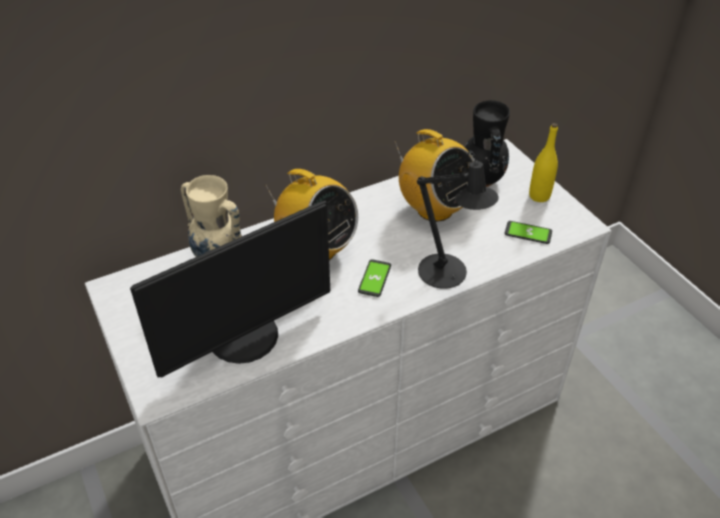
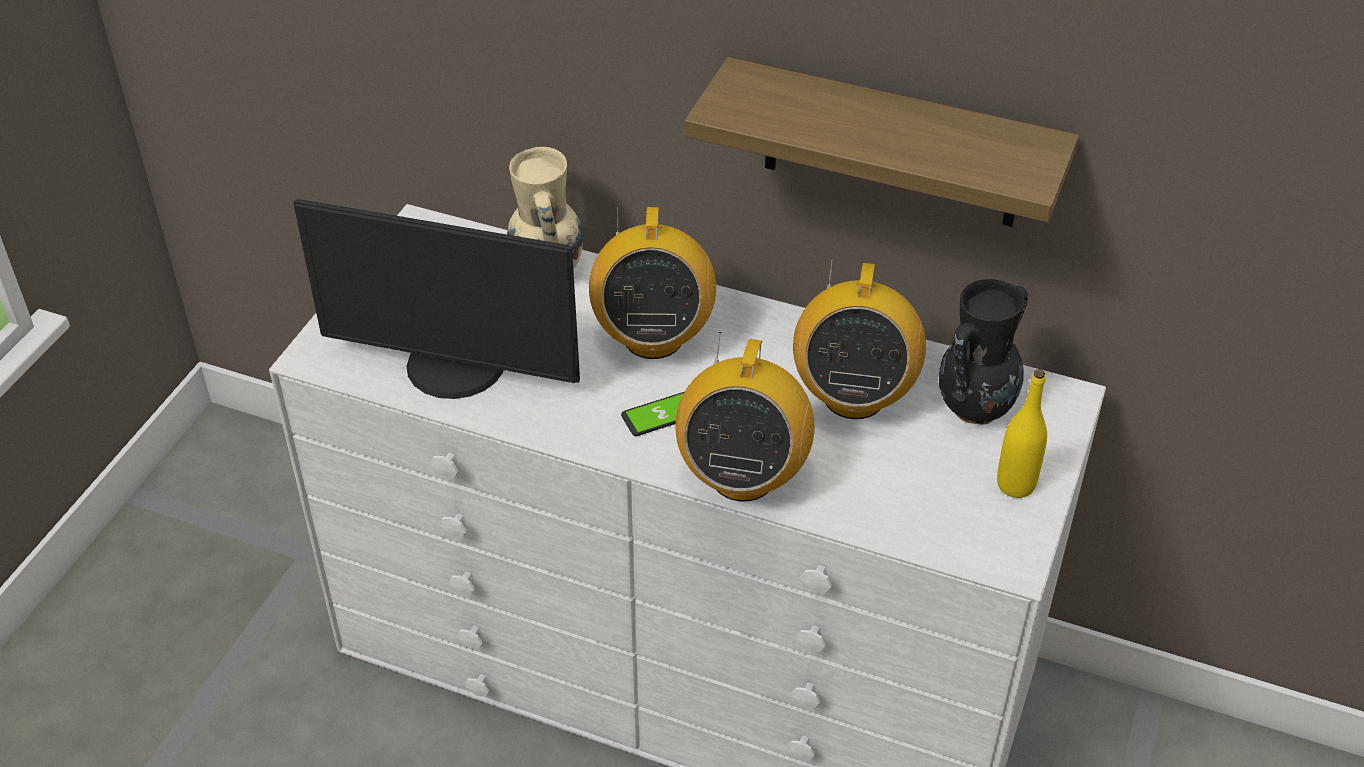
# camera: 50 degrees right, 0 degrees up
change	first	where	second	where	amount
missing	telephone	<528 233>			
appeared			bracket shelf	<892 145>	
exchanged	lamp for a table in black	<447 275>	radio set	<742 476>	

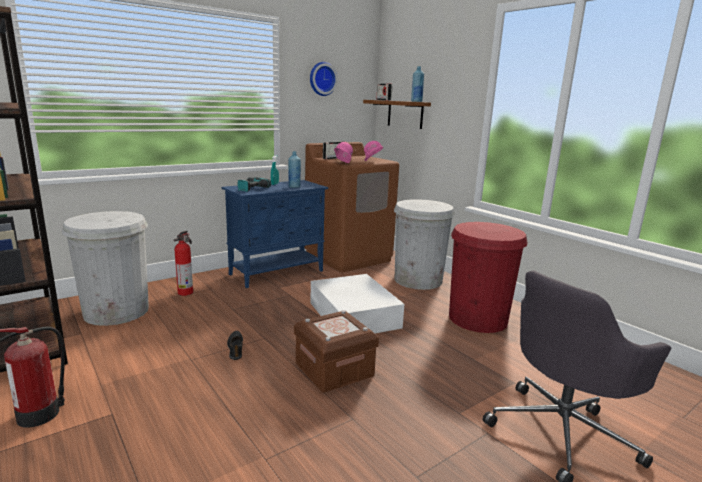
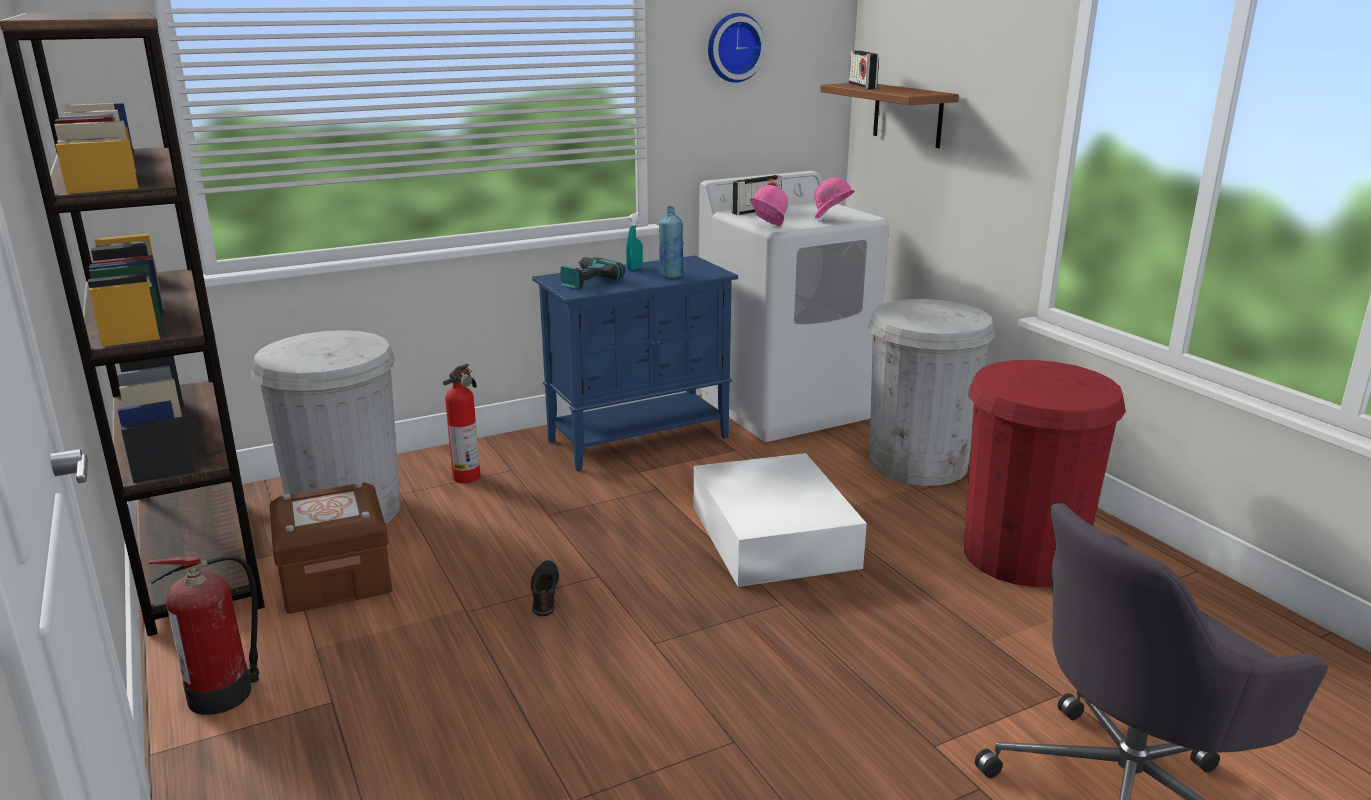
# camera: 10 degrees right, 5 degrees up
change	first	where	second	where	amount
missing	beverage bottle in blue	<416 101>			
relocated	storage container in brownish	<334 369>		<336 579>	
colour	laundry machine in brownish	<348 257>	laundry machine in white	<785 407>	

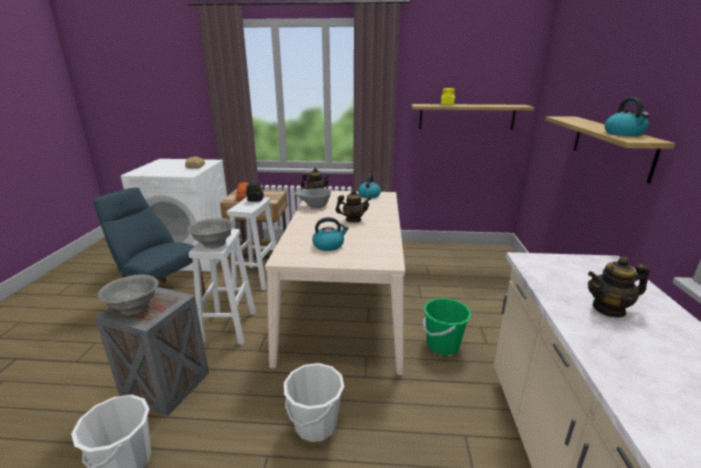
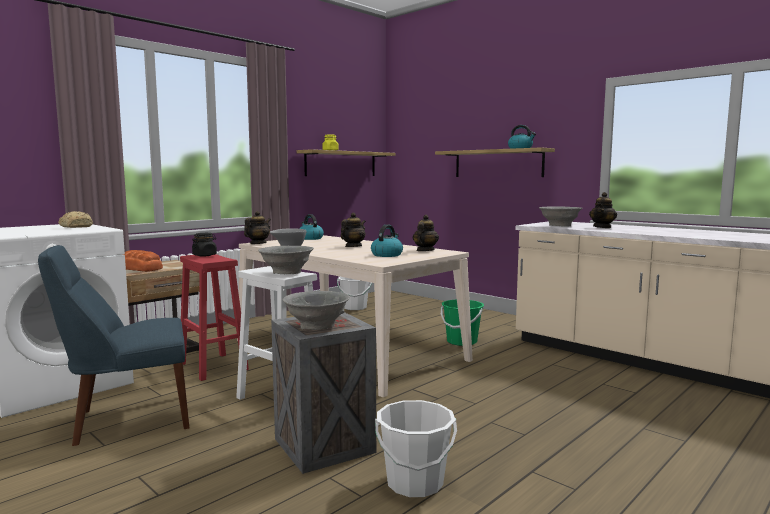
# camera: 50 degrees left, 15 degrees down
change	first	where	second	where	amount
appeared			teapot	<425 250>	
appeared			bowl in grey	<559 226>	
relocated	pail in white	<315 424>		<354 307>	
colour	stool in white	<257 277>	stool in reddish	<212 366>	

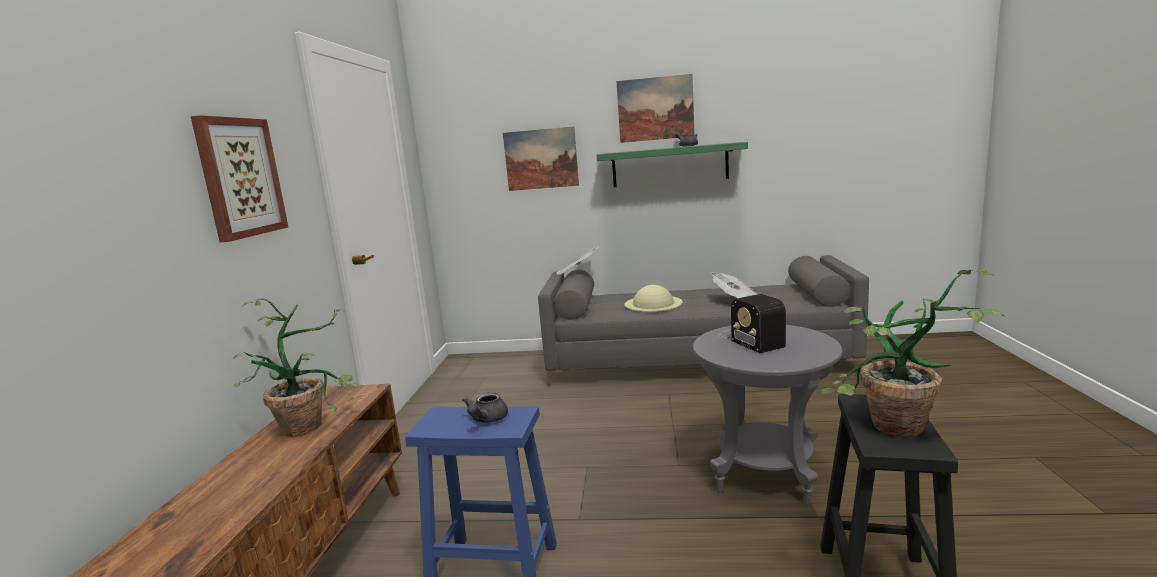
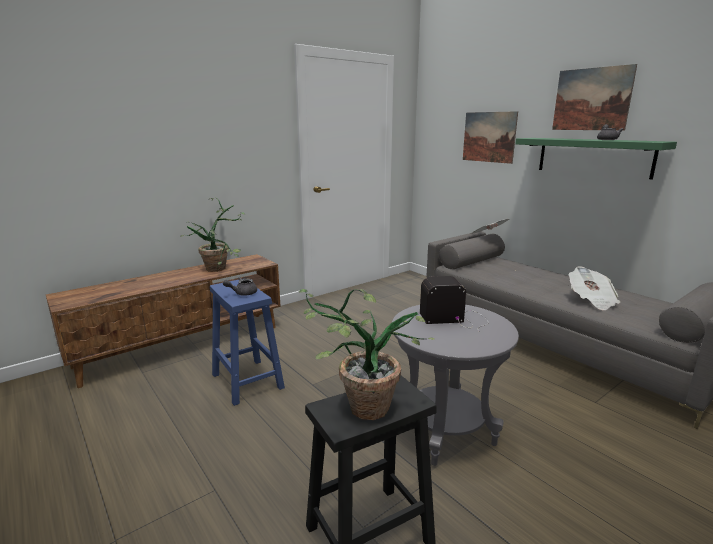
# camera: 45 degrees right, 5 degrees up
change	first	where	second	where	amount
missing	picture	<240 177>			
missing	hat in sand-coloured	<653 303>			
spun	radio set	<750 338>		<456 318>	60 degrees clockwise

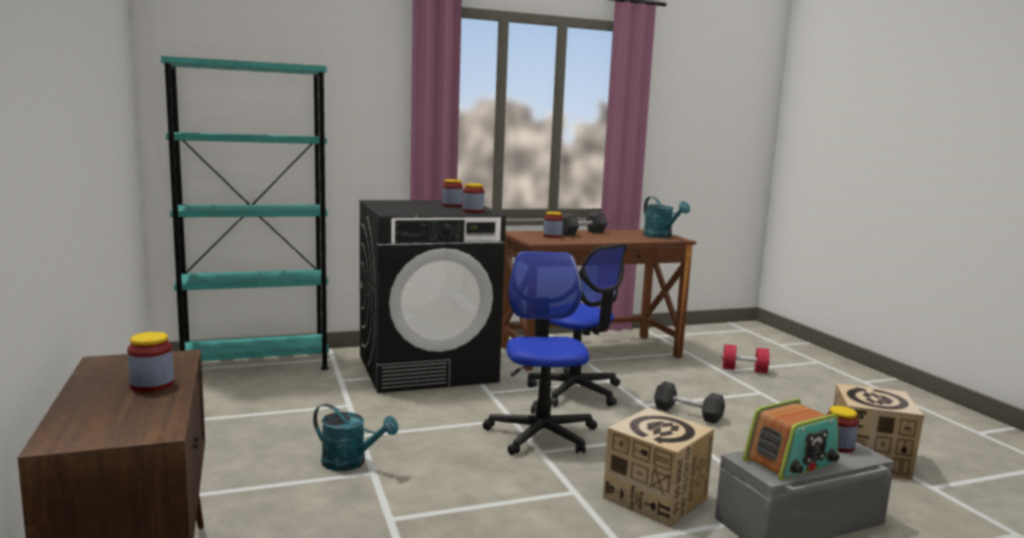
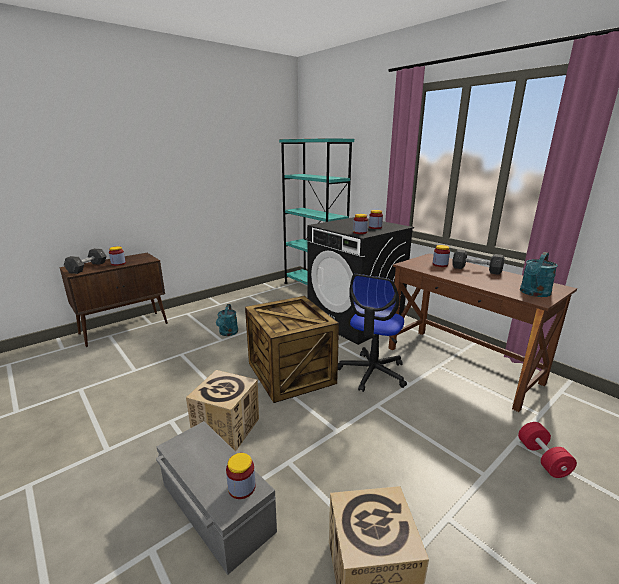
# camera: 70 degrees right, 10 degrees up
change	first	where	second	where	amount
missing	radio set	<791 462>			
relocated	dumbbell in grey	<687 413>		<87 267>	
exchanged	office chair	<541 434>	packing crate	<292 373>	

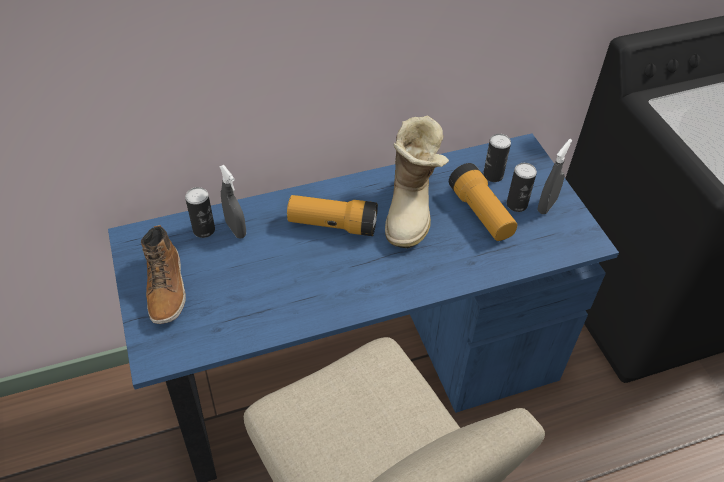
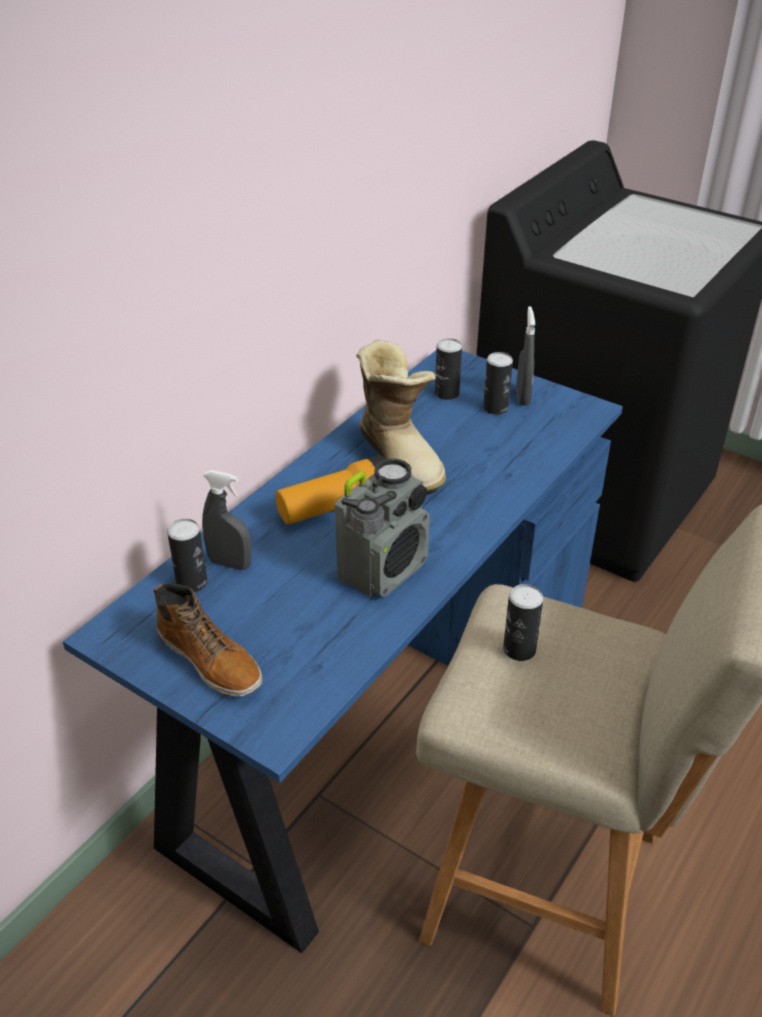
# camera: 35 degrees left, 10 degrees down
change	first	where	second	where	amount
missing	torch	<481 213>			
appeared			radio set	<384 570>	
appeared			metal can	<519 649>	

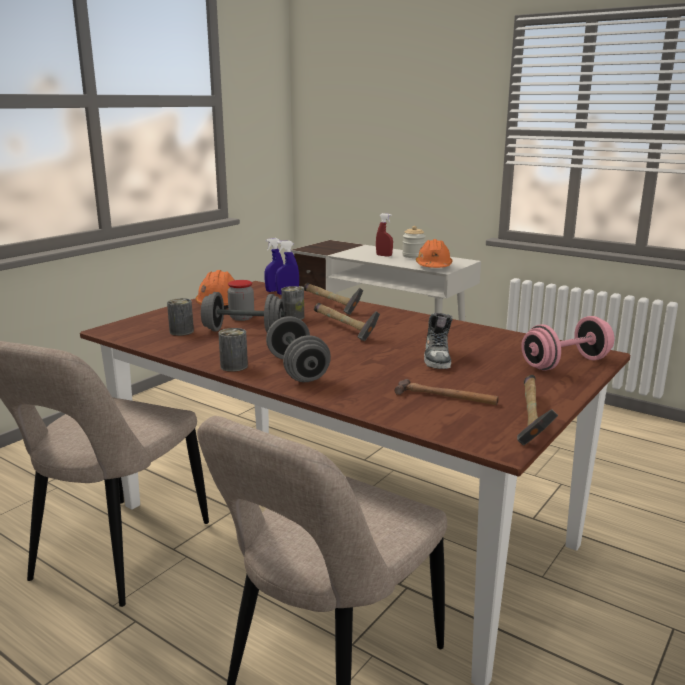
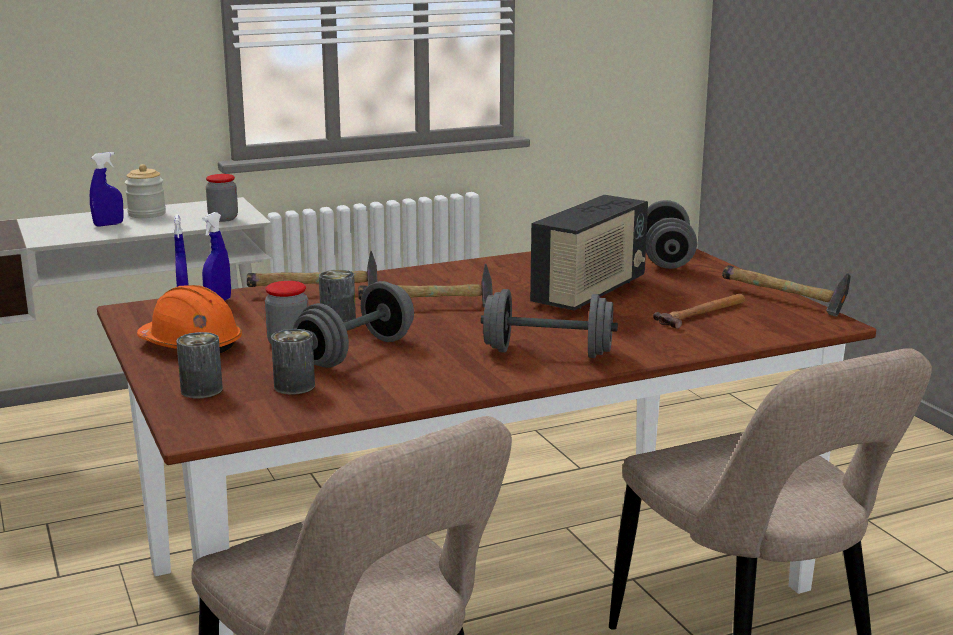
# camera: 60 degrees left, 0 degrees up
change	first	where	second	where	amount
relocated	metal can	<234 366>		<201 390>	
exchanged	work helmet in orangey	<433 266>	jar	<223 218>	
exchanged	shoe	<437 358>	radio set	<590 292>	
colour	sprayer in reddish	<384 255>	sprayer in blue	<108 224>	
colour	dumbbell in pinkish	<565 363>	dumbbell in grey	<666 257>	

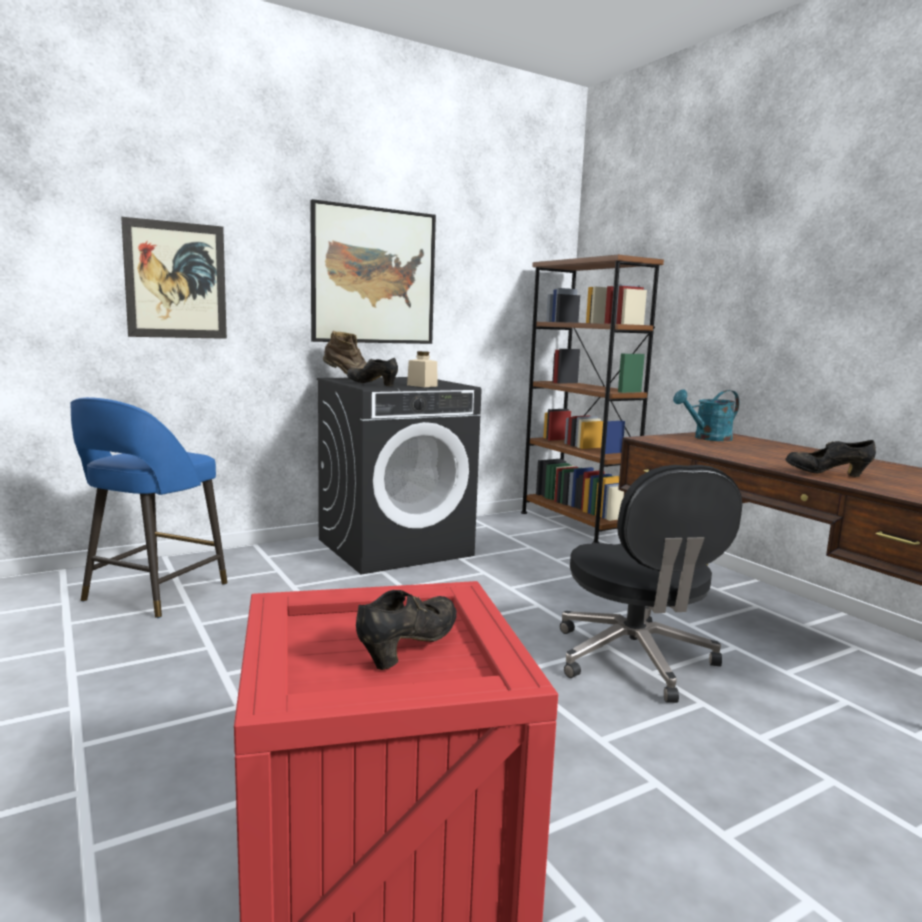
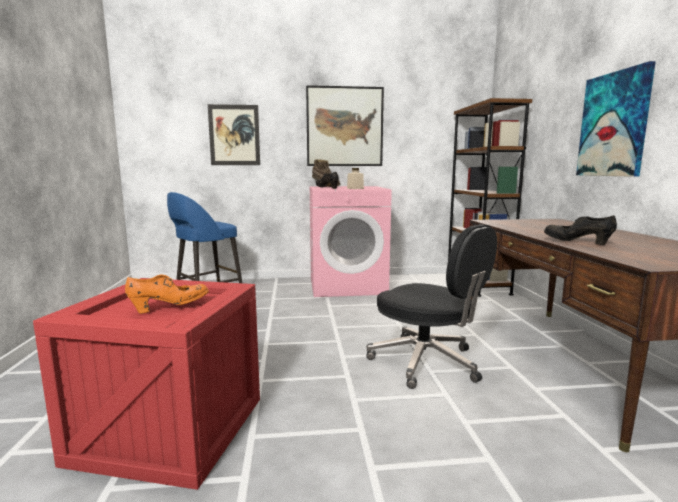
# camera: 25 degrees right, 0 degrees up
change	first	where	second	where	amount
missing	watering pot in blue-green	<707 438>			
appeared			picture	<613 125>	
colour	laundry machine in black	<395 547>	laundry machine in pinkish	<347 286>	
colour	shoe in black	<409 648>	shoe in orangey	<170 307>	
spun	office chair in black	<635 660>		<427 362>	60 degrees counterclockwise

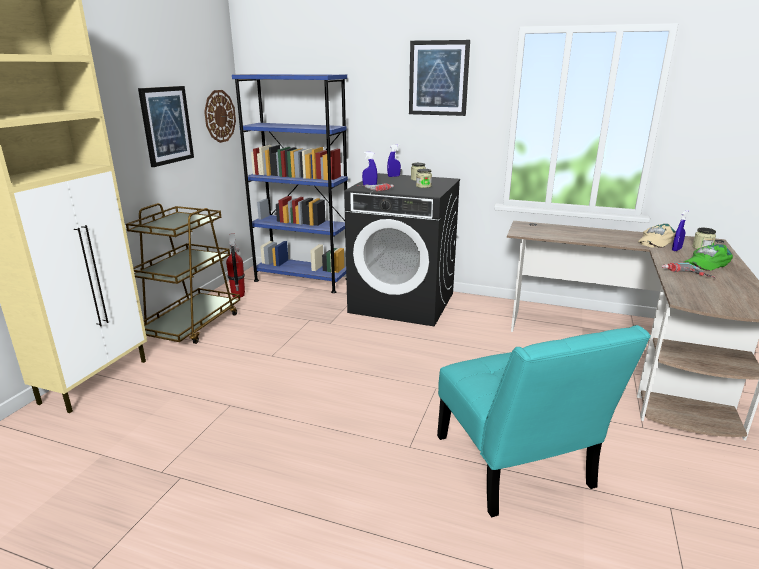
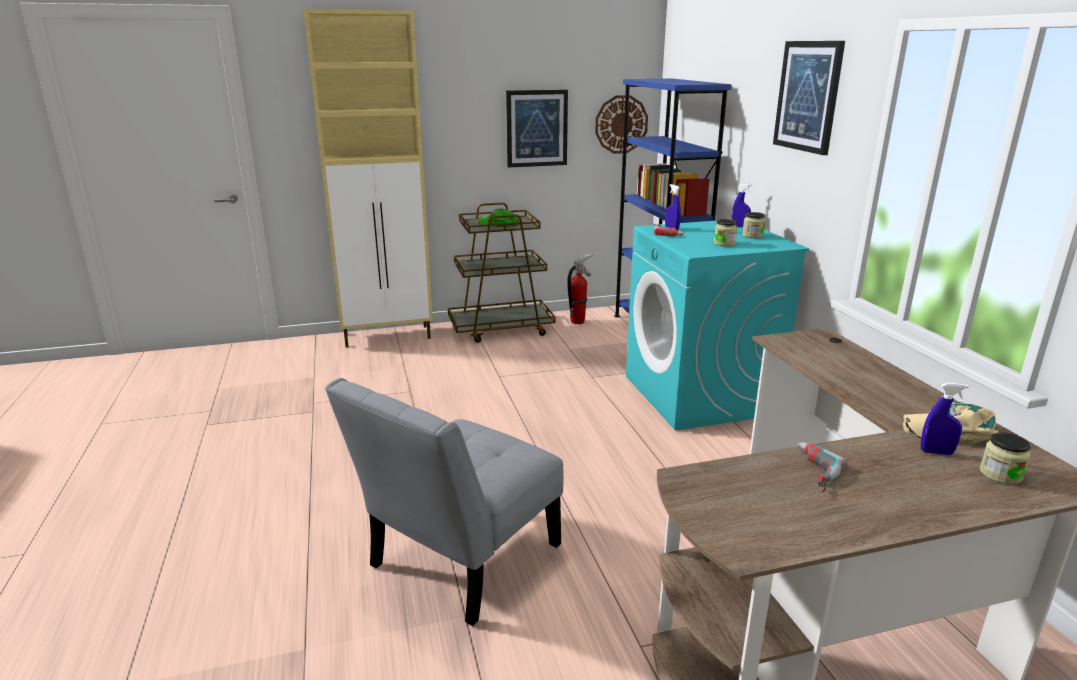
# camera: 55 degrees right, 0 degrees up
change	first	where	second	where	amount
relocated	peaked cap in green	<706 263>		<499 223>	
colour	laundry machine in black	<403 302>	laundry machine in blue-green	<700 395>	
colour	upright chair in blue-green	<516 467>	upright chair in grey	<459 561>	

